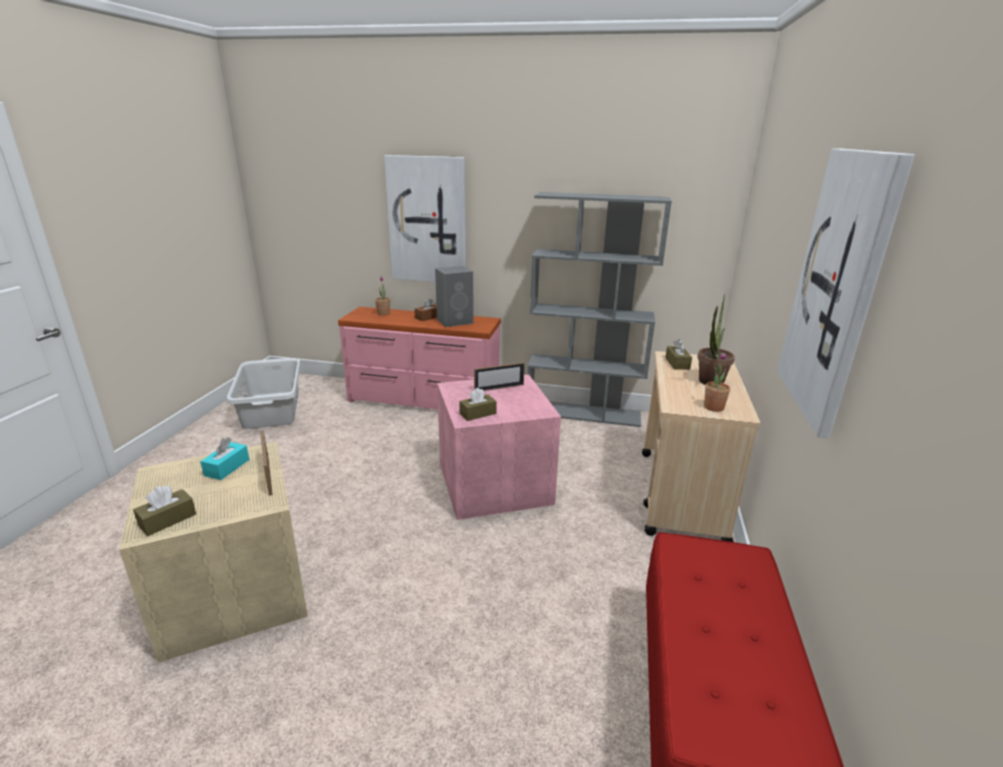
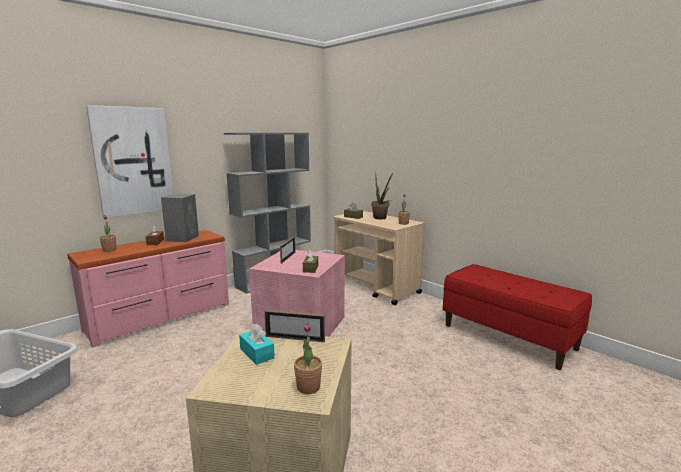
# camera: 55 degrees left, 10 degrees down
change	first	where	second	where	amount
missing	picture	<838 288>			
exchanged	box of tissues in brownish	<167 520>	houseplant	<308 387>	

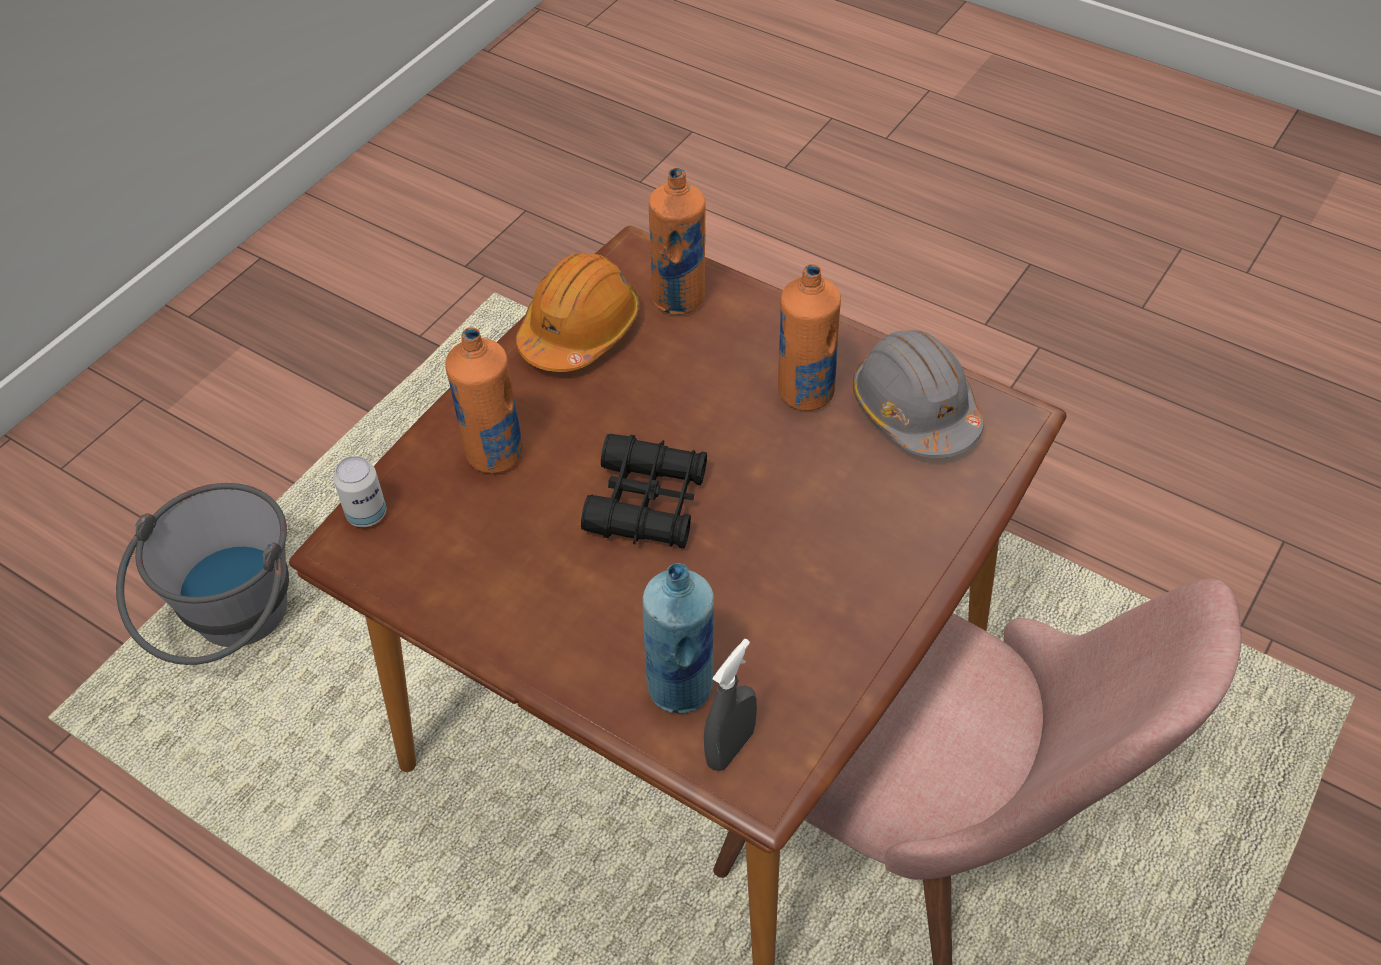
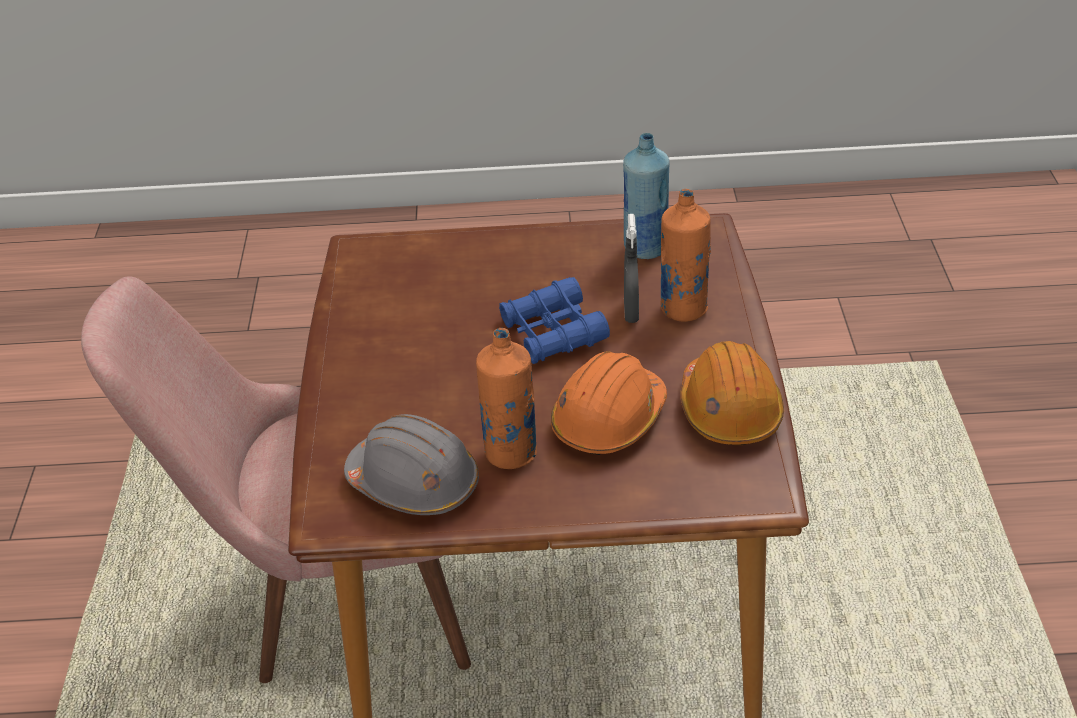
# camera: 145 degrees right, 10 degrees down
change	first	where	second	where	amount
missing	pail in grey	<234 627>			
missing	metal can	<366 514>			
missing	beverage bottle in orangey	<679 298>			
appeared			work helmet in orangey	<609 420>	
relocated	beverage bottle in blue	<681 687>		<645 248>	
relocated	sprayer in grey	<730 748>		<631 311>	
colour	binoculars in black	<647 502>	binoculars in blue	<553 332>	

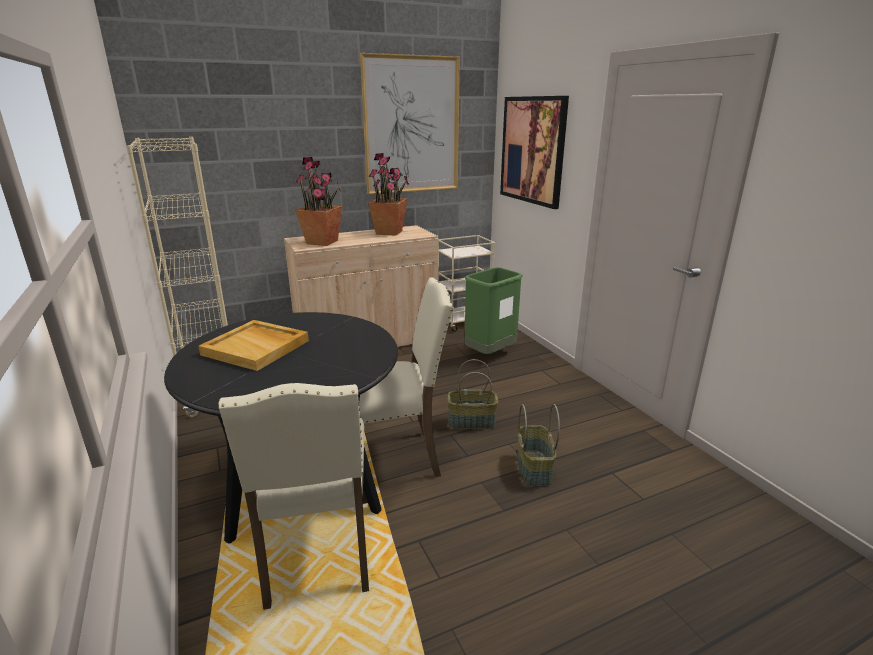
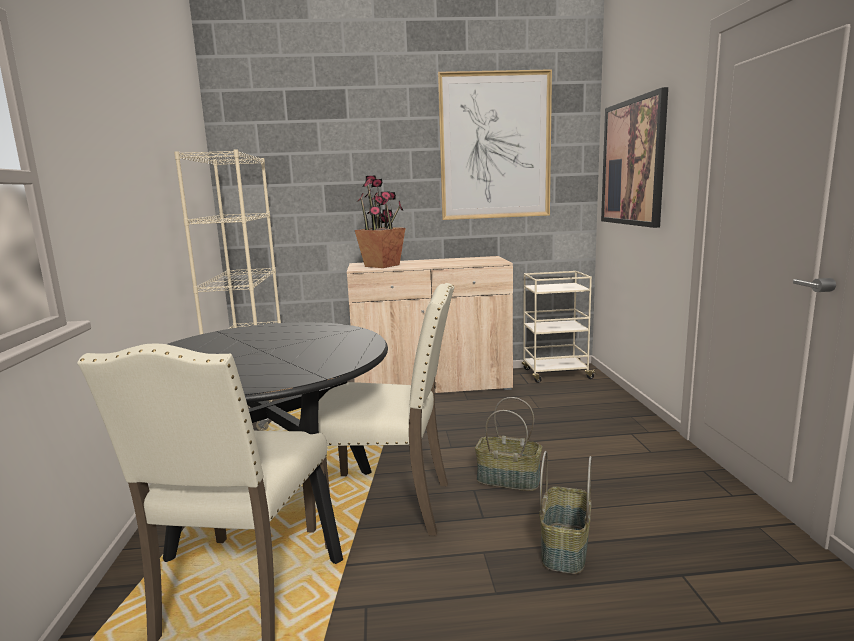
# camera: 20 degrees right, 10 degrees down
change	first	where	second	where	amount
missing	serving tray in sand-coloured	<257 347>			
missing	houseplant	<389 232>			
missing	waste bin in green	<490 354>			

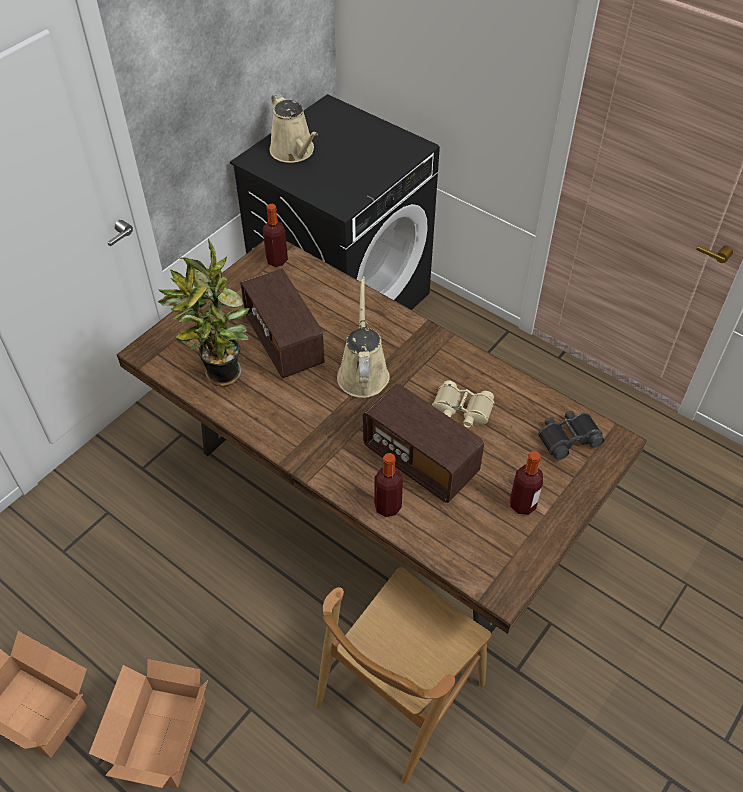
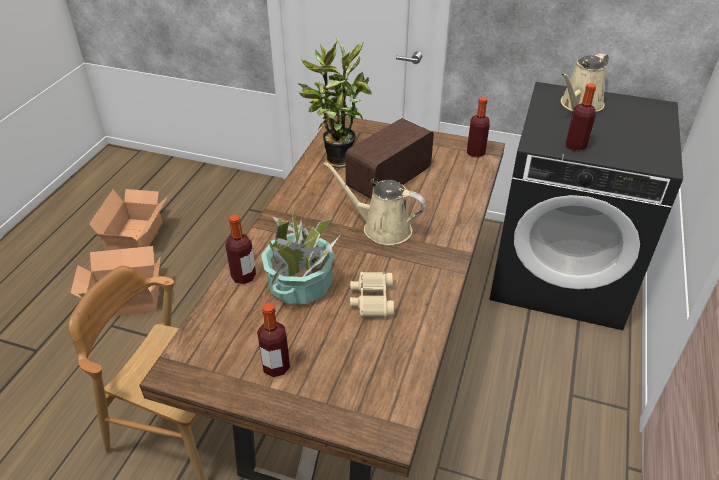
# camera: 70 degrees right, 10 degrees down
change	first	where	second	where	amount
missing	binoculars in black	<568 438>			
appeared			beverage bottle	<575 146>	
exchanged	radio set	<420 461>	houseplant	<300 285>	
spun	watering pot in sand-coloured	<363 372>		<382 228>	135 degrees counterclockwise

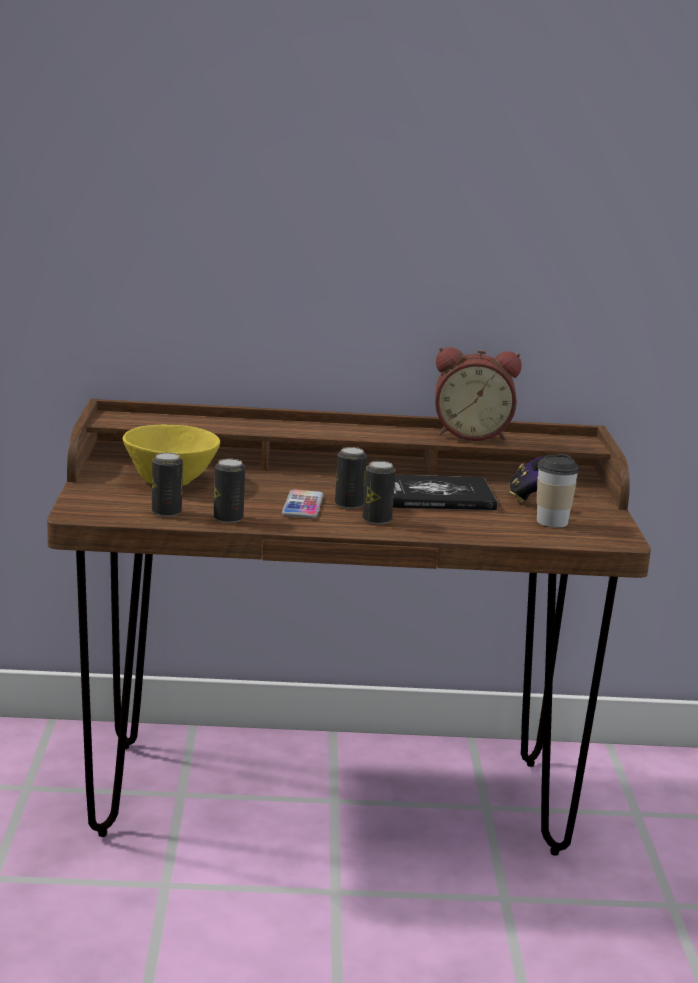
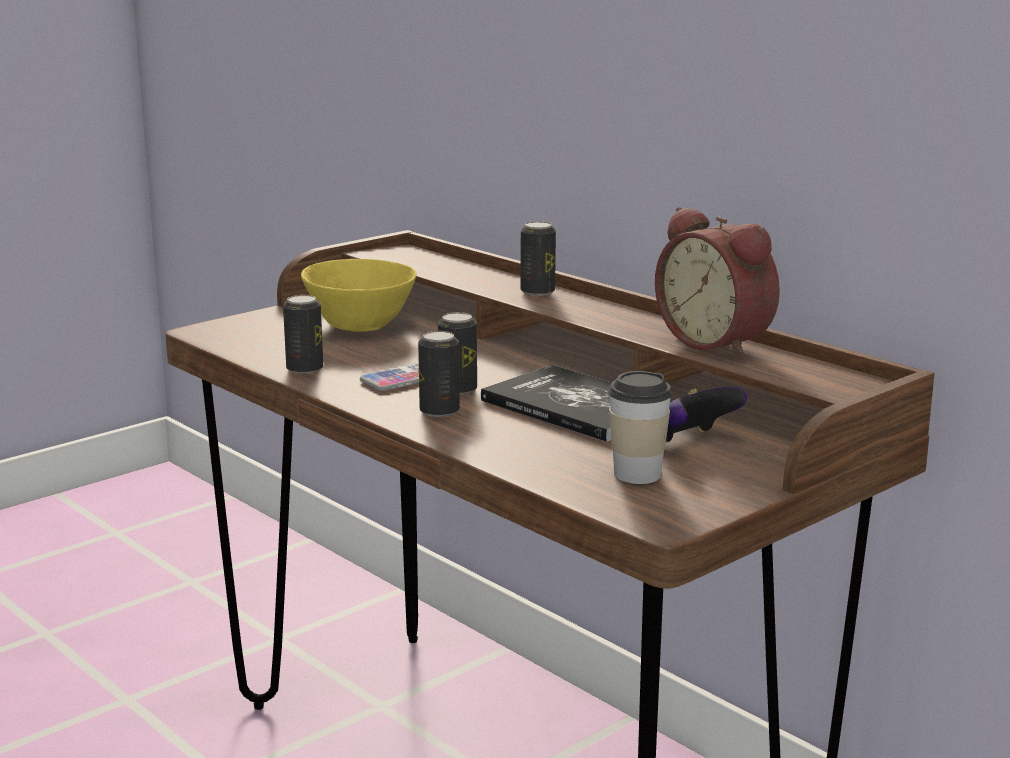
# camera: 50 degrees right, 0 degrees up
change	first	where	second	where	amount
relocated	metal can	<166 512>		<537 292>	

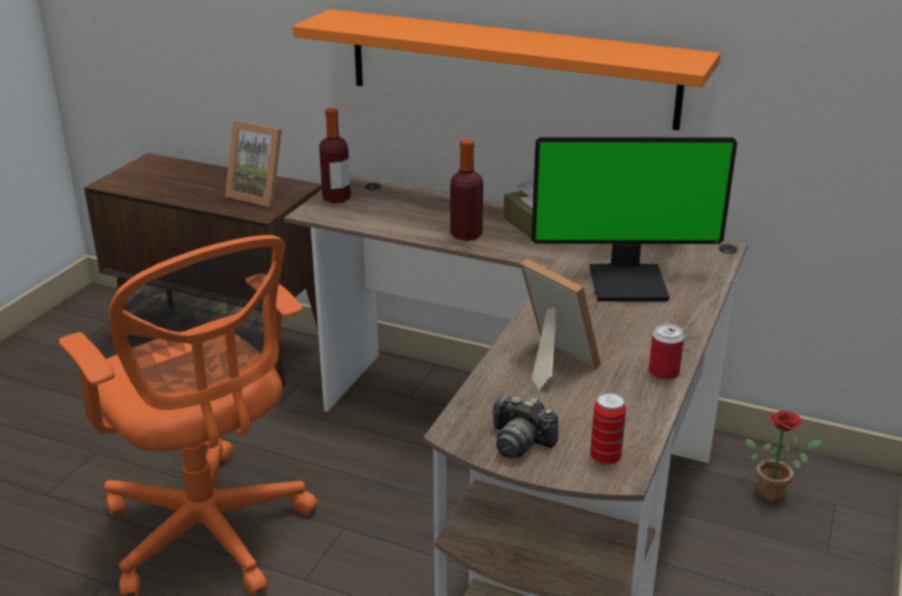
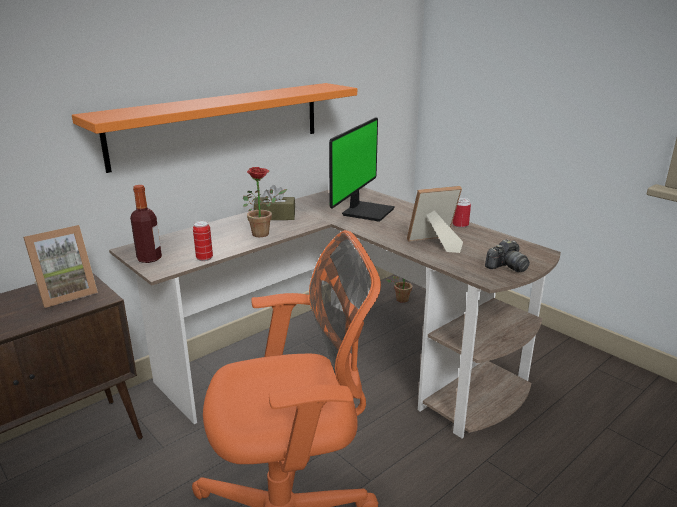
# camera: 65 degrees left, 5 degrees down
change	first	where	second	where	amount
relocated	metal can	<605 458>		<204 258>	
exchanged	beverage bottle	<466 235>	houseplant	<264 233>	

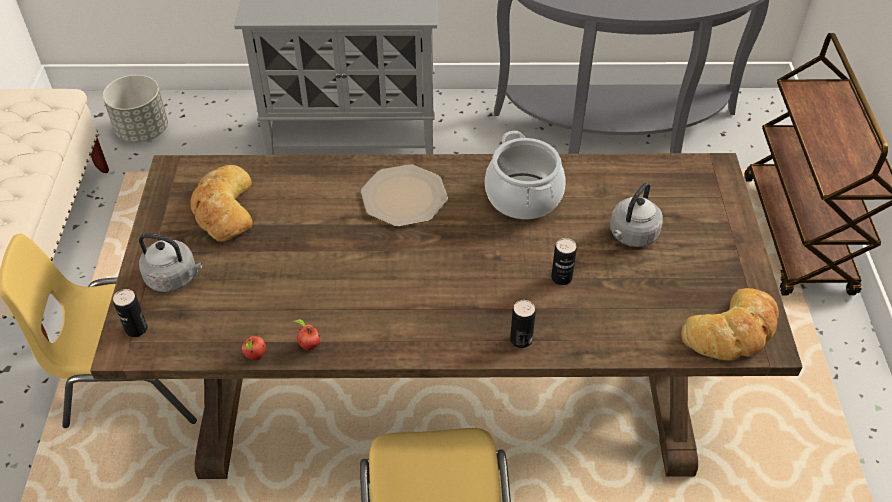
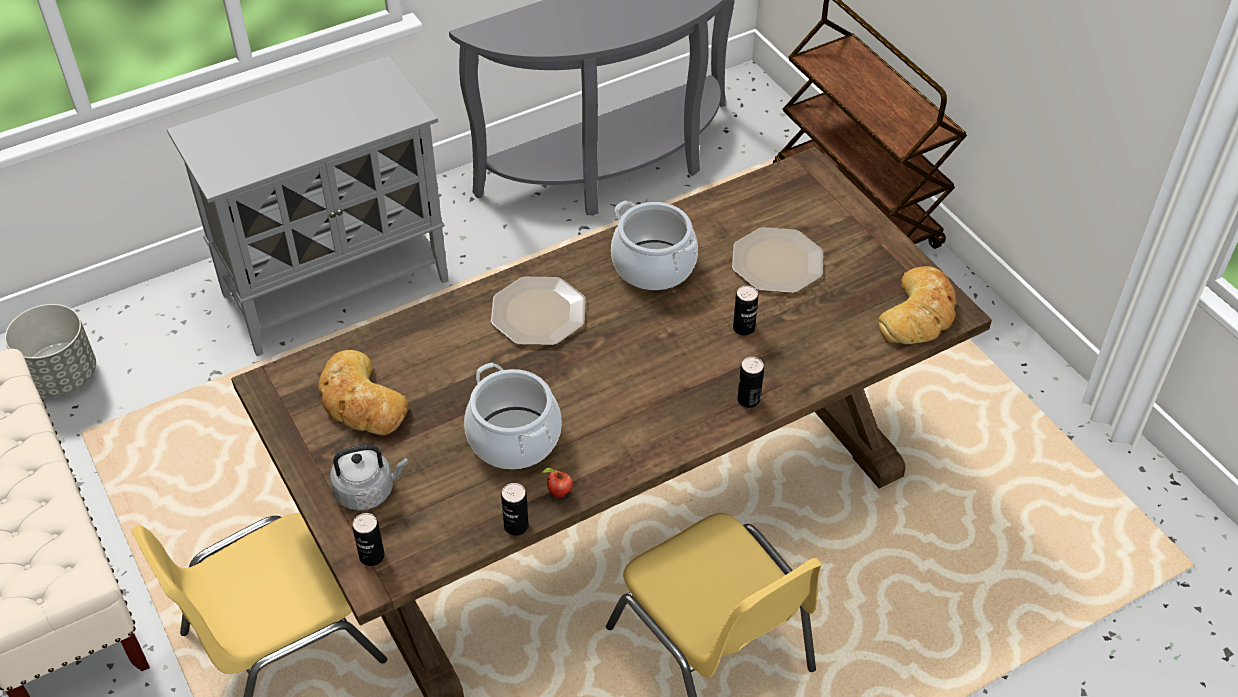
# camera: 30 degrees left, 0 degrees up
change	first	where	second	where	amount
appeared			cooking pot	<514 438>	
exchanged	apple fruit	<256 357>	metal can	<516 526>	
exchanged	water kettle in grey	<632 235>	plate	<778 262>	

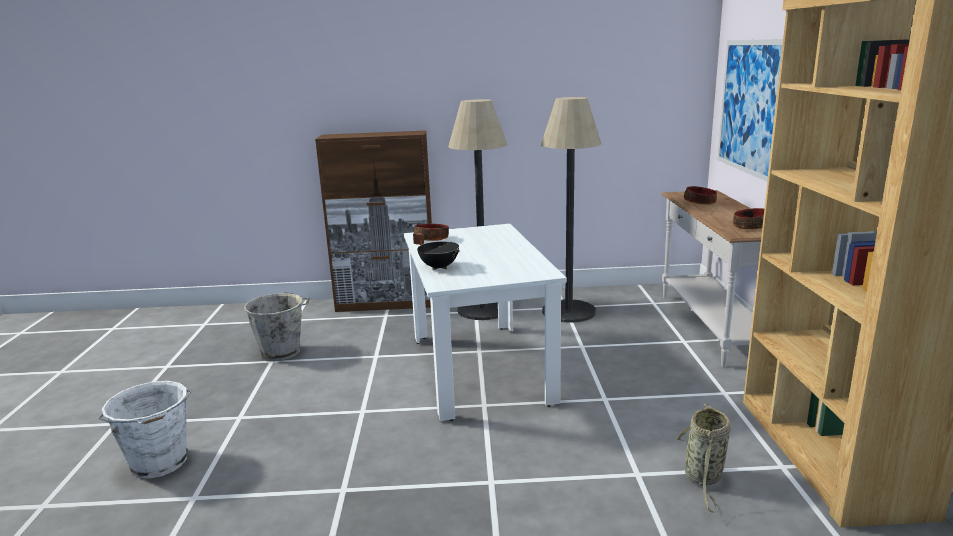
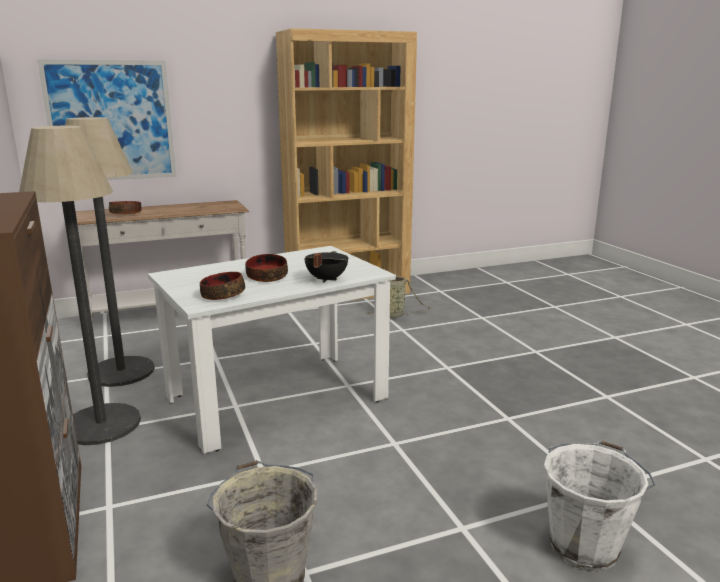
# camera: 110 degrees left, 0 degrees up
change	first	where	second	where	amount
relocated	bowl	<751 227>		<266 277>	

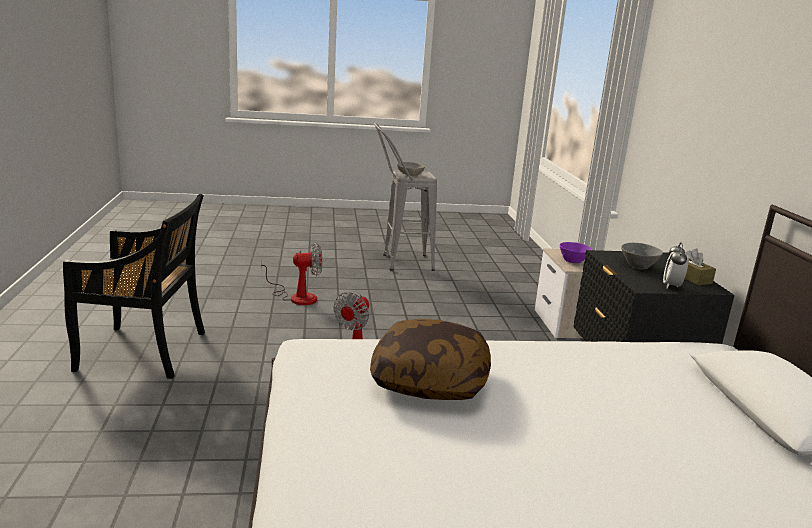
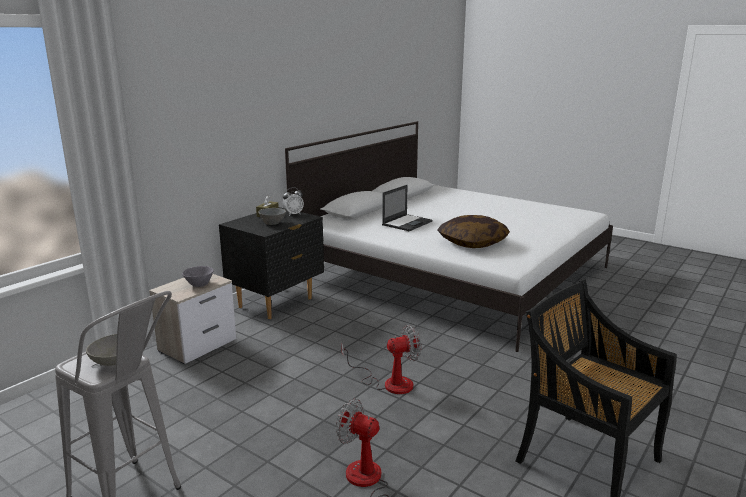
# camera: 135 degrees left, 0 degrees up
change	first	where	second	where	amount
appeared			portable computer	<407 223>	
colour	bowl in purplish	<574 261>	bowl in grey	<199 284>	

